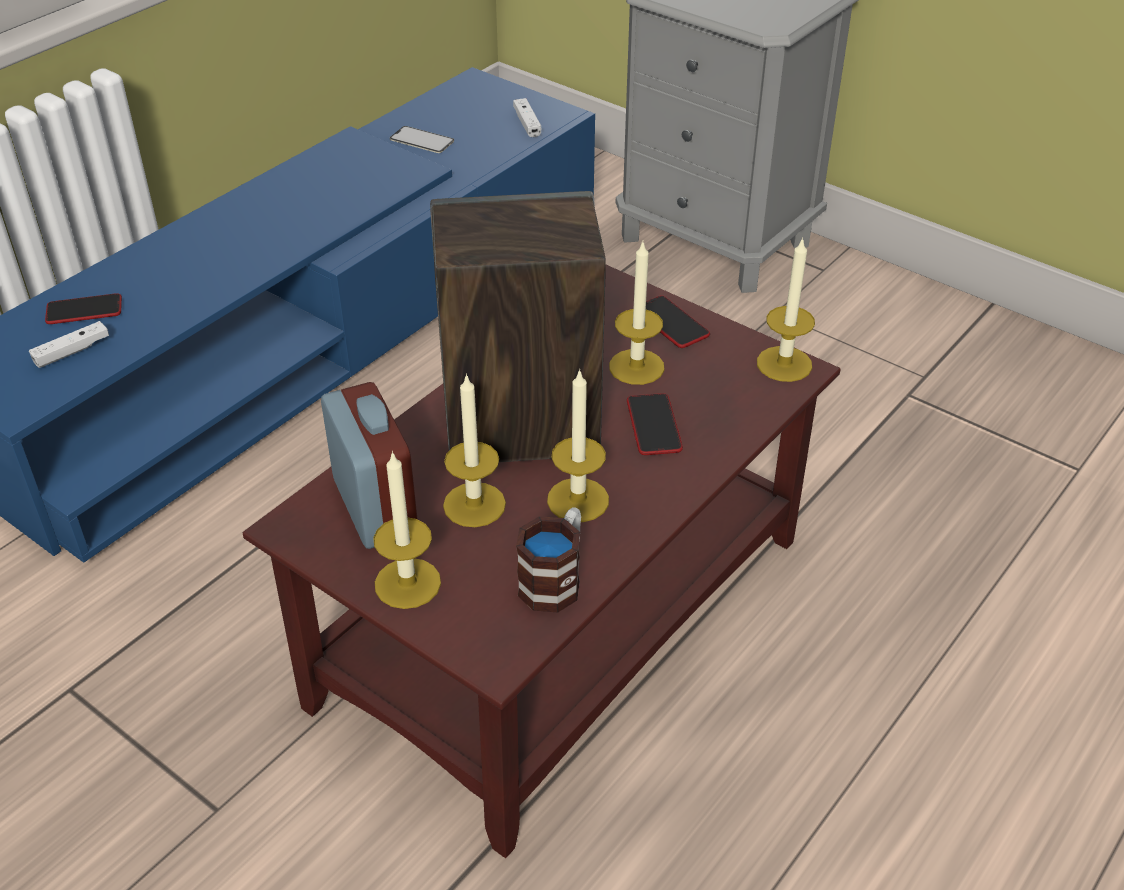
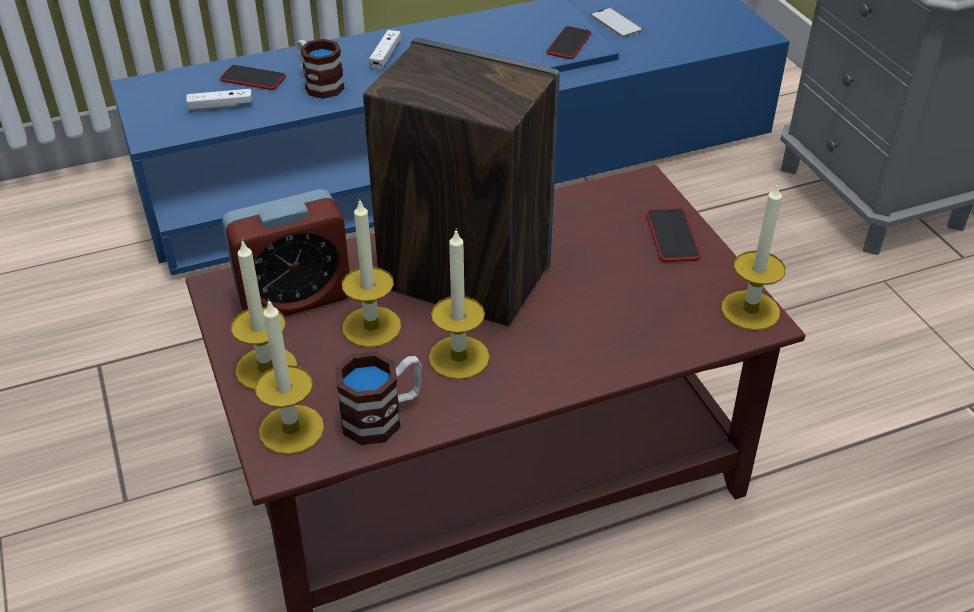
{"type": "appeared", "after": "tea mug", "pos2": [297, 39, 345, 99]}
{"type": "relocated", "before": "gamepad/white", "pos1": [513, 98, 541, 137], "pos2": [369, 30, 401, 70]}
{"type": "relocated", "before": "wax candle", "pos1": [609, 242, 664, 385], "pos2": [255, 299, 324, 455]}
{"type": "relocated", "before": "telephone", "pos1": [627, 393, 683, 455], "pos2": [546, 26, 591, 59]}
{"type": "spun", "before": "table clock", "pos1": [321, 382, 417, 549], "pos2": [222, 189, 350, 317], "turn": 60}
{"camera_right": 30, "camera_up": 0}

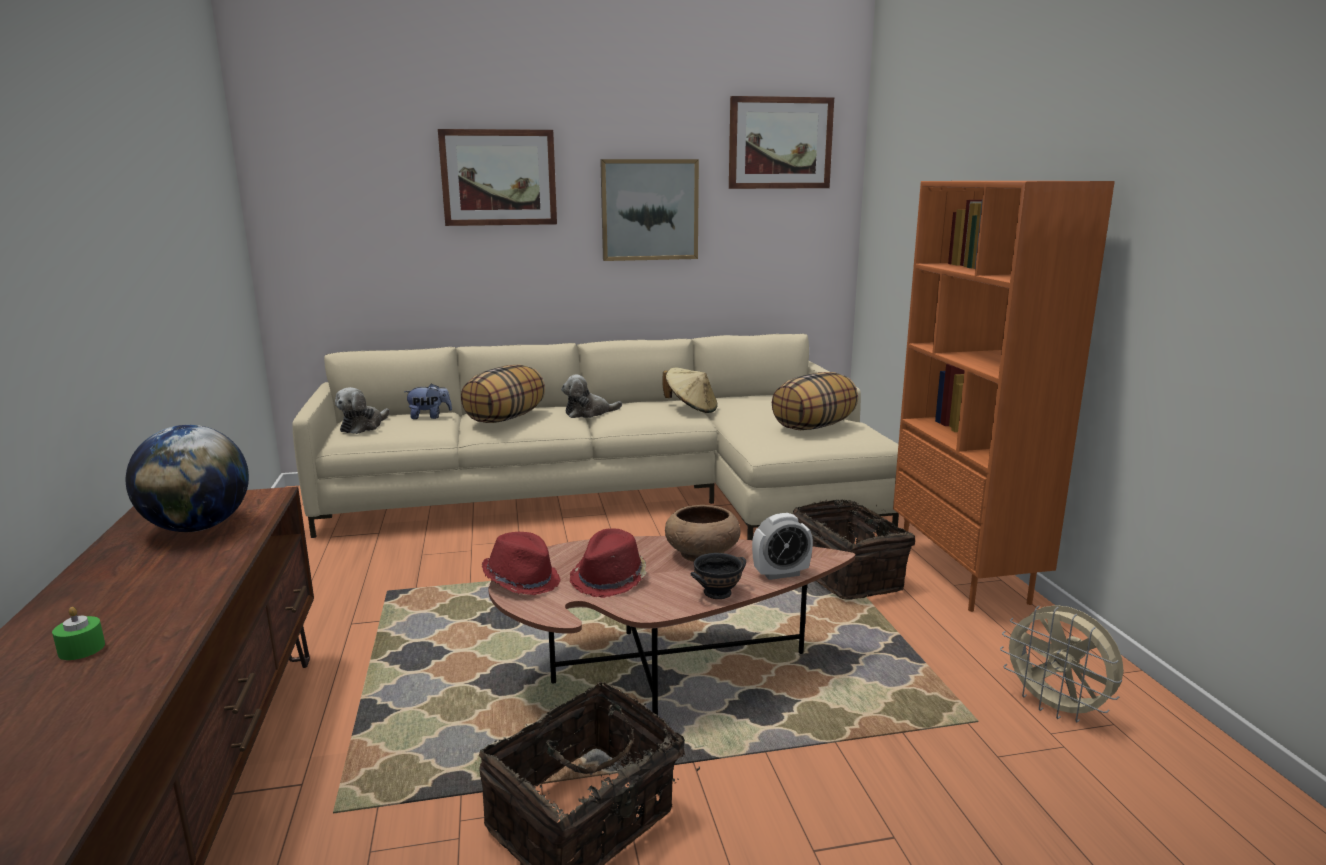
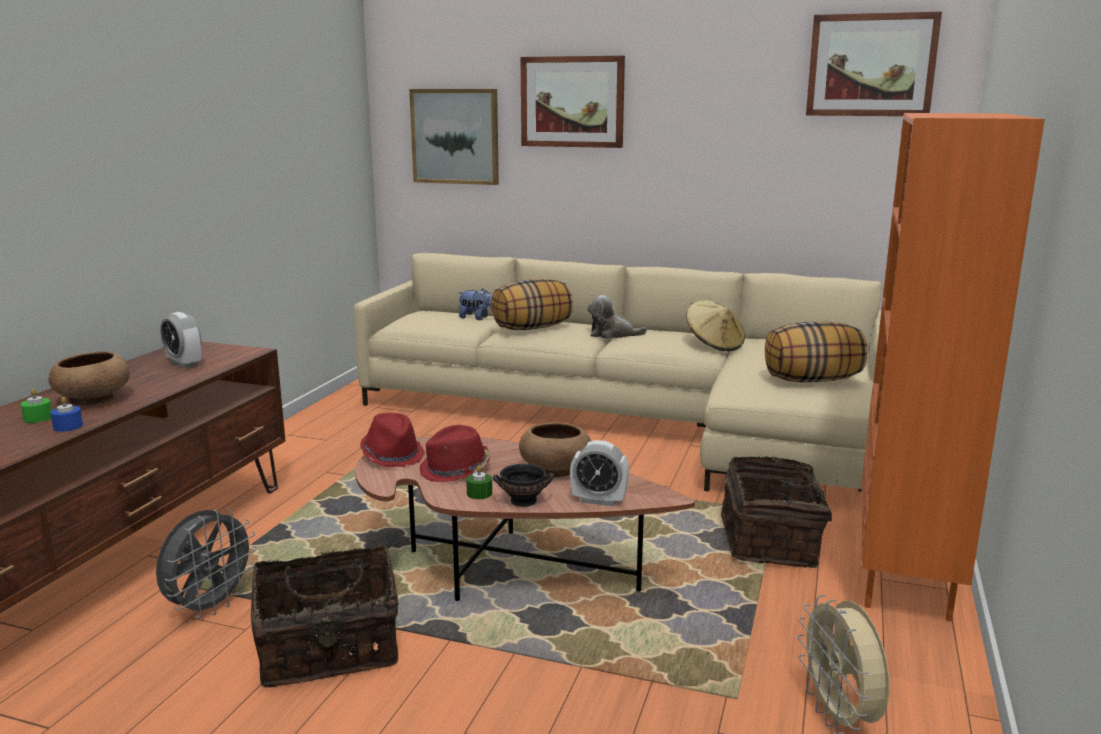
{"type": "missing", "before": "cuddly toy", "pos1": [335, 387, 390, 434]}
{"type": "appeared", "after": "bowl/brown", "pos2": [48, 351, 130, 406]}
{"type": "appeared", "after": "wax candle/blue-coloured", "pos2": [50, 397, 83, 432]}
{"type": "appeared", "after": "fan/grey", "pos2": [156, 508, 257, 618]}
{"type": "appeared", "after": "wax candle/green-coloured", "pos2": [466, 465, 492, 499]}
{"type": "relocated", "before": "wall picture", "pos1": [600, 159, 699, 261], "pos2": [409, 89, 499, 185]}
{"type": "exchanged", "before": "globe", "after": "table clock", "pos1": [126, 425, 249, 532], "pos2": [160, 312, 202, 368]}
{"camera_right": 30, "camera_up": 0}

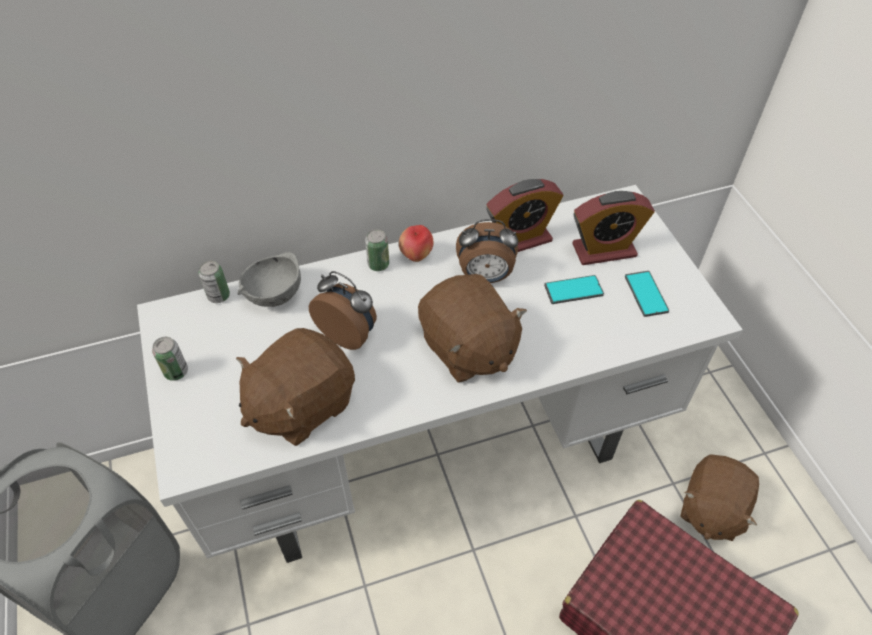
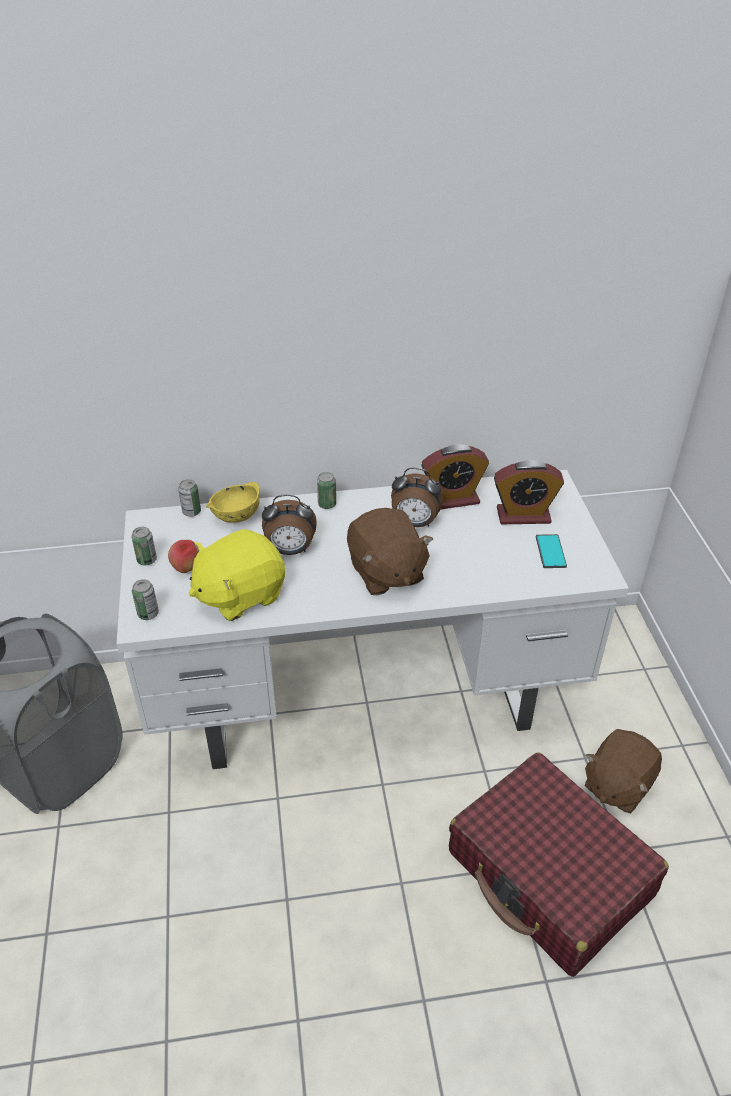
{"type": "missing", "before": "telephone", "pos1": [544, 275, 604, 304]}
{"type": "appeared", "after": "can", "pos2": [132, 579, 159, 620]}
{"type": "relocated", "before": "whole apple", "pos1": [399, 225, 434, 262], "pos2": [168, 540, 197, 573]}
{"type": "colour", "before": "cuddly toy/brown", "after": "cuddly toy/yellow", "pos1": [236, 328, 355, 446], "pos2": [189, 529, 285, 621]}
{"type": "colour", "before": "bowl/grey", "after": "bowl/yellow", "pos1": [238, 252, 301, 307], "pos2": [206, 482, 260, 523]}
{"type": "spun", "before": "table clock", "pos1": [309, 271, 377, 350], "pos2": [262, 495, 317, 555], "turn": 135}
{"camera_right": 10, "camera_up": -10}

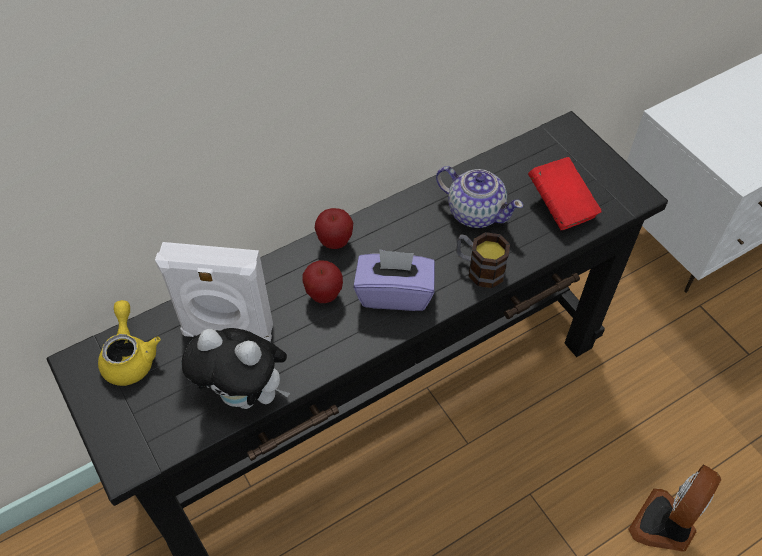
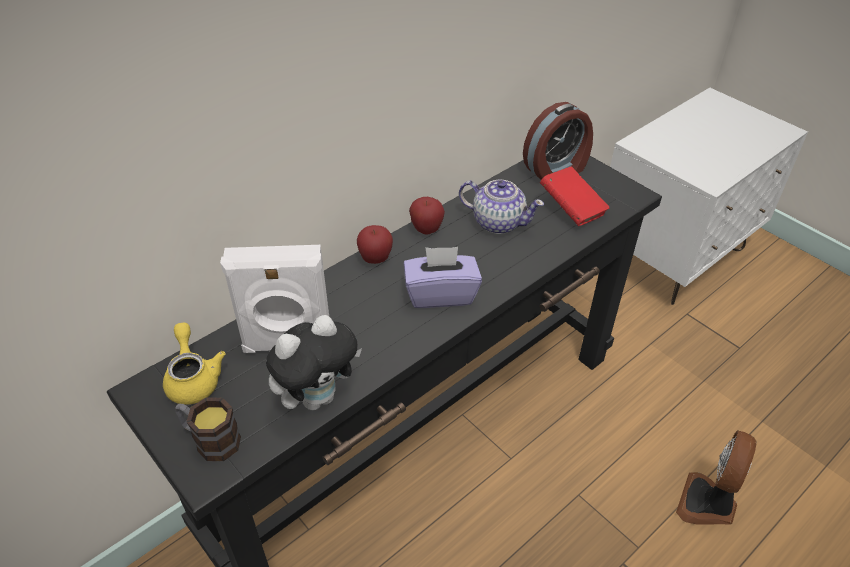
{"type": "appeared", "after": "table clock", "pos2": [523, 102, 593, 180]}
{"type": "relocated", "before": "whole apple", "pos1": [302, 260, 343, 303], "pos2": [409, 197, 445, 235]}
{"type": "relocated", "before": "tea mug", "pos1": [457, 232, 510, 288], "pos2": [175, 398, 241, 461]}
{"type": "spun", "before": "cuddly toy", "pos1": [181, 328, 290, 409], "pos2": [266, 315, 362, 410], "turn": -45}
{"camera_right": -10, "camera_up": -10}

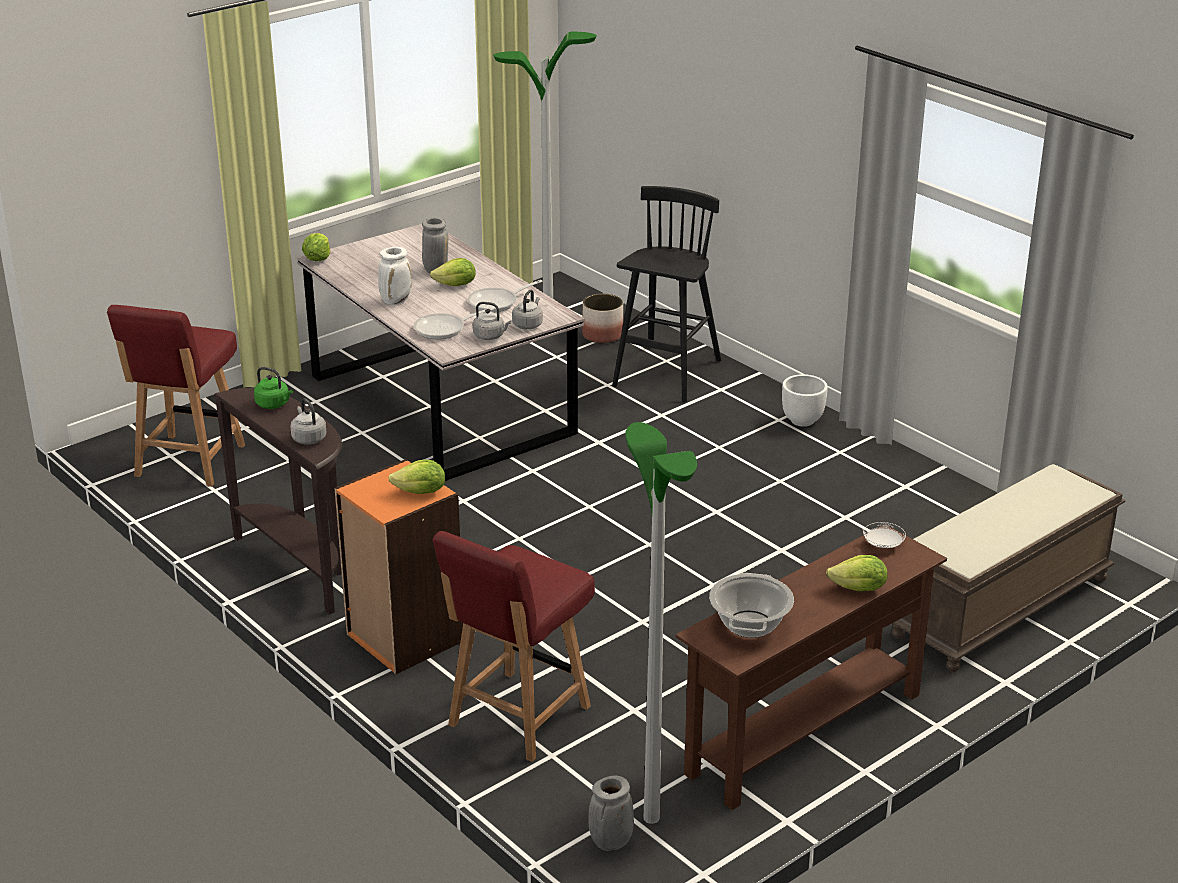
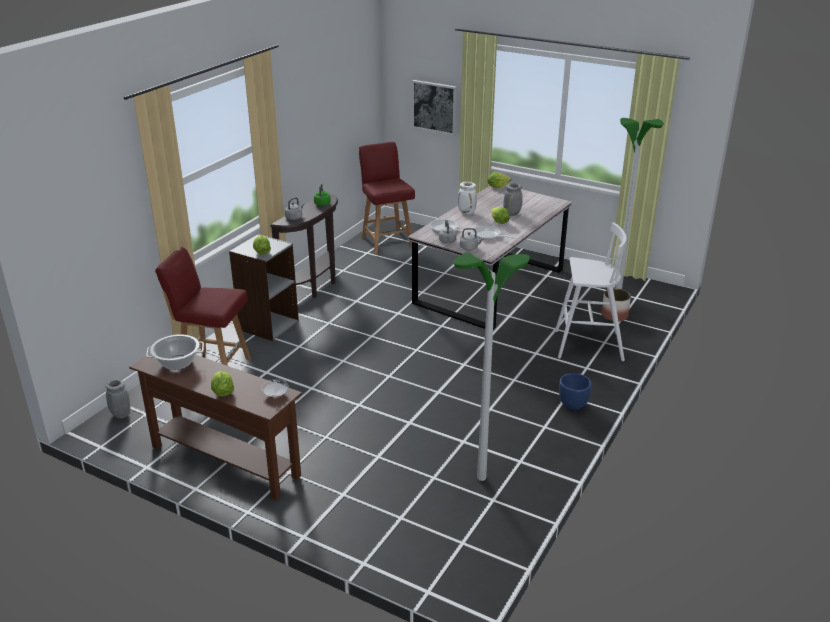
{"type": "missing", "before": "long seat/brown", "pos1": [892, 464, 1125, 672]}
{"type": "appeared", "after": "wall picture", "pos2": [412, 80, 457, 135]}
{"type": "relocated", "before": "floor lamp", "pos1": [625, 422, 697, 824], "pos2": [453, 253, 530, 481]}
{"type": "colour", "before": "shelving unit/orange-coloured", "after": "shelving unit/grey", "pos1": [334, 459, 463, 674], "pos2": [229, 234, 299, 341]}
{"type": "colour", "before": "stool/black-coloured", "after": "stool/white", "pos1": [612, 186, 721, 402], "pos2": [555, 222, 627, 361]}
{"type": "colour", "before": "planter/white", "after": "planter/blue-coloured", "pos1": [782, 374, 828, 427], "pos2": [559, 373, 592, 410]}
{"type": "spun", "before": "chair/red", "pos1": [107, 305, 245, 487], "pos2": [359, 142, 415, 254], "turn": 75}
{"camera_right": 70, "camera_up": 0}

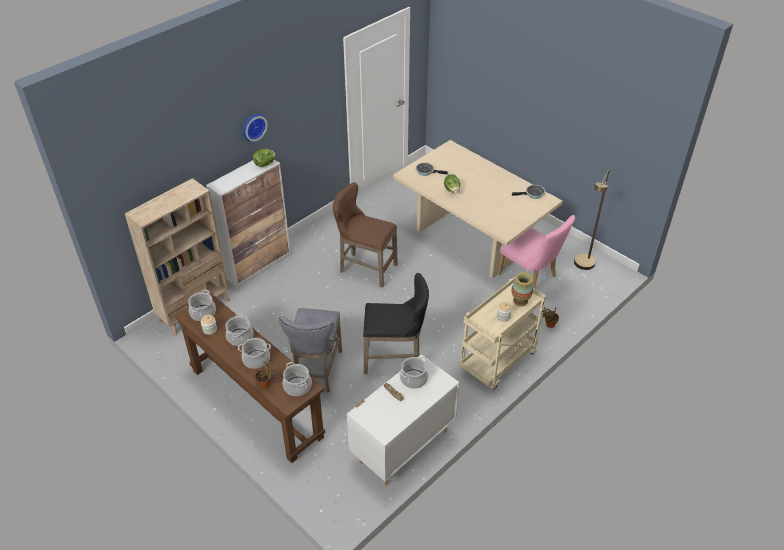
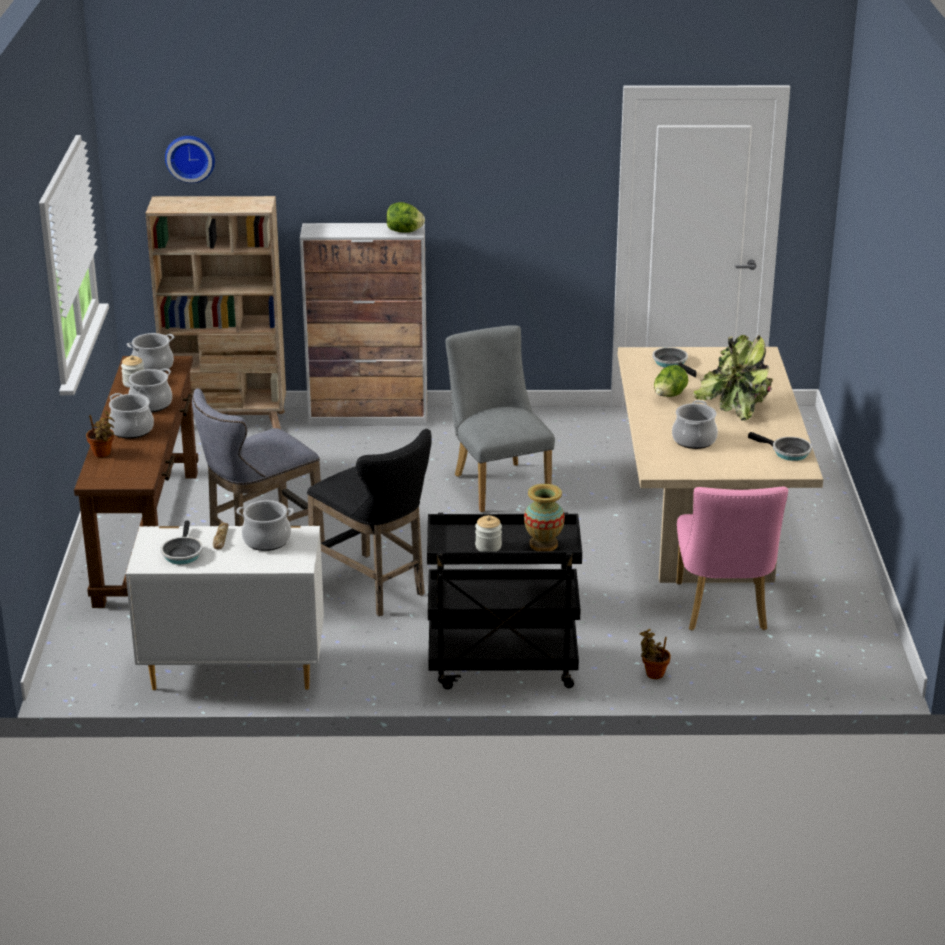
{"type": "missing", "before": "floor lamp/brown", "pos1": [574, 168, 610, 270]}
{"type": "appeared", "after": "skillet", "pos2": [160, 521, 203, 564]}
{"type": "appeared", "after": "plant in a pot", "pos2": [693, 335, 774, 421]}
{"type": "relocated", "before": "clock on the wall", "pos1": [243, 114, 268, 142], "pos2": [165, 136, 215, 183]}
{"type": "relocated", "before": "stockpot", "pos1": [283, 362, 312, 396], "pos2": [672, 400, 718, 449]}
{"type": "exchanged", "before": "stool/brown", "after": "chair/grey", "pos1": [333, 182, 398, 288], "pos2": [446, 325, 555, 512]}
{"type": "colour", "before": "cart/sand-coloured", "after": "cart/black-coloured", "pos1": [460, 277, 546, 390], "pos2": [427, 512, 582, 689]}
{"camera_right": 45, "camera_up": -15}

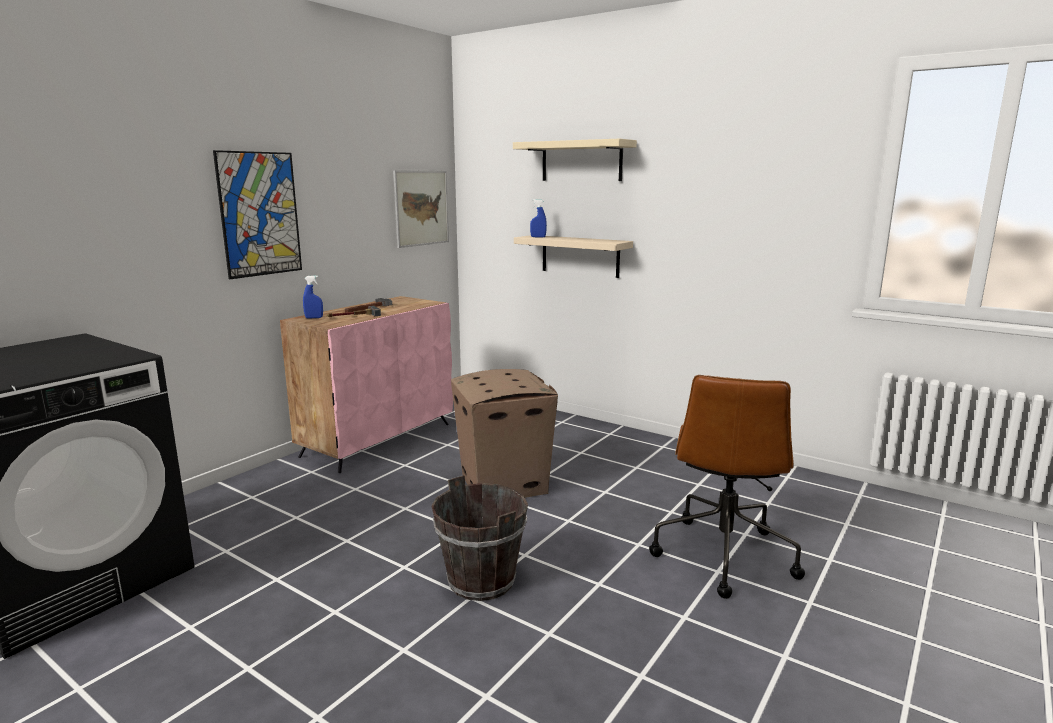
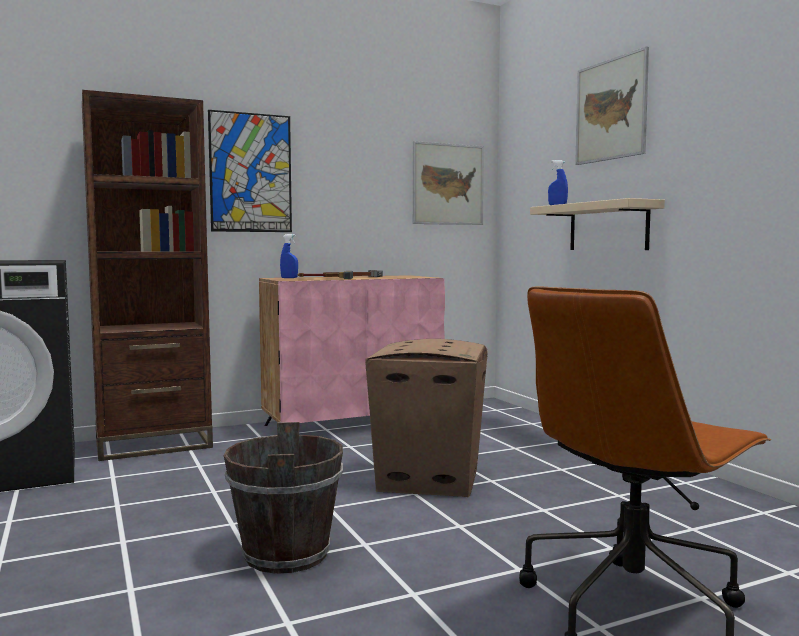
{"type": "appeared", "after": "shelving unit/brown", "pos2": [82, 90, 213, 461]}
{"type": "exchanged", "before": "shelf/sand-coloured", "after": "wall picture", "pos1": [513, 139, 637, 181], "pos2": [575, 46, 649, 165]}
{"camera_right": 30, "camera_up": -10}

